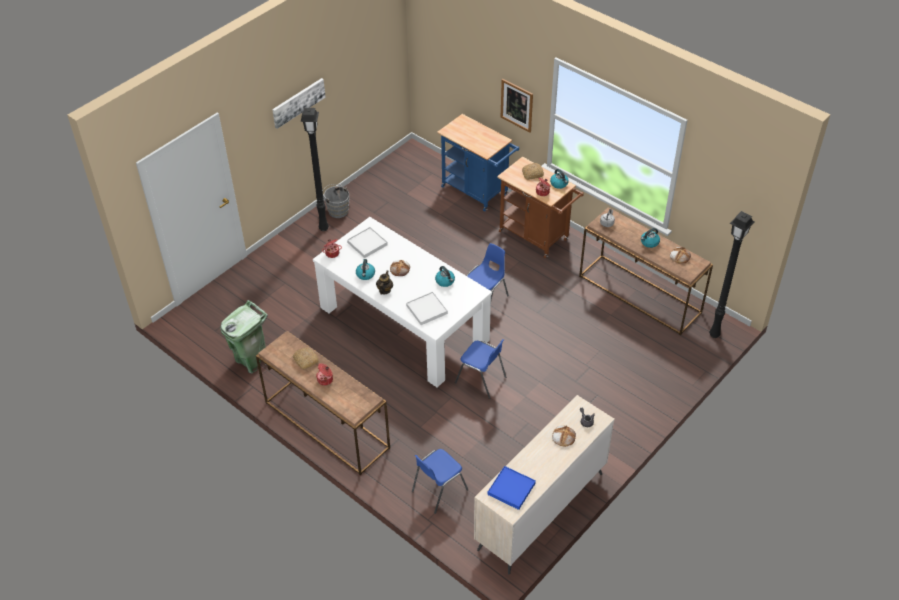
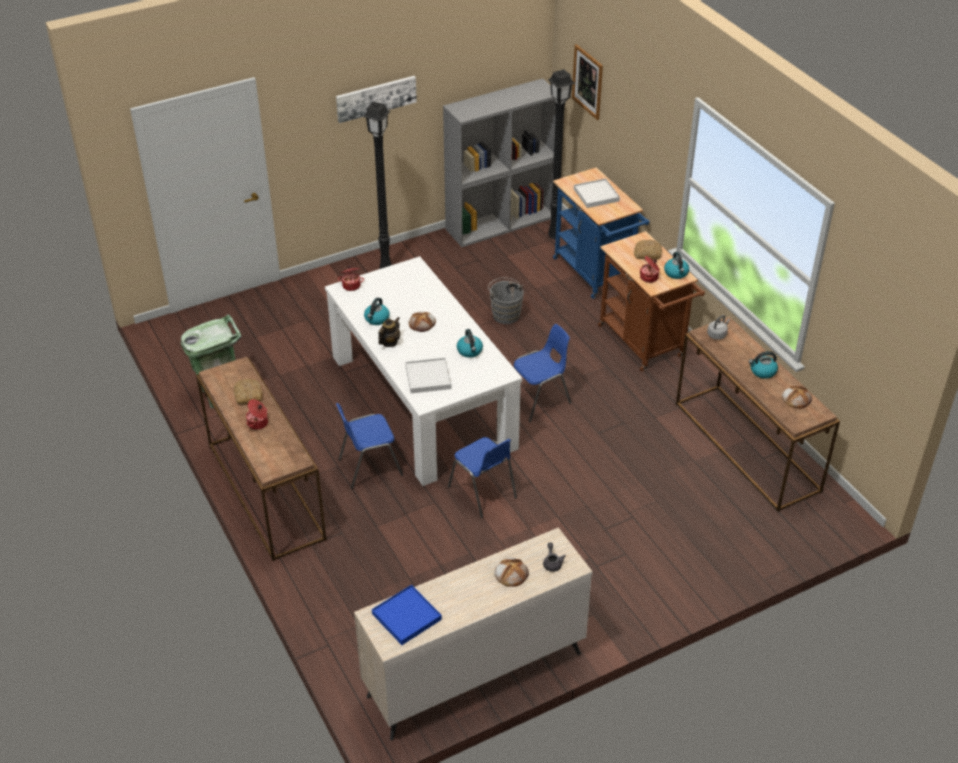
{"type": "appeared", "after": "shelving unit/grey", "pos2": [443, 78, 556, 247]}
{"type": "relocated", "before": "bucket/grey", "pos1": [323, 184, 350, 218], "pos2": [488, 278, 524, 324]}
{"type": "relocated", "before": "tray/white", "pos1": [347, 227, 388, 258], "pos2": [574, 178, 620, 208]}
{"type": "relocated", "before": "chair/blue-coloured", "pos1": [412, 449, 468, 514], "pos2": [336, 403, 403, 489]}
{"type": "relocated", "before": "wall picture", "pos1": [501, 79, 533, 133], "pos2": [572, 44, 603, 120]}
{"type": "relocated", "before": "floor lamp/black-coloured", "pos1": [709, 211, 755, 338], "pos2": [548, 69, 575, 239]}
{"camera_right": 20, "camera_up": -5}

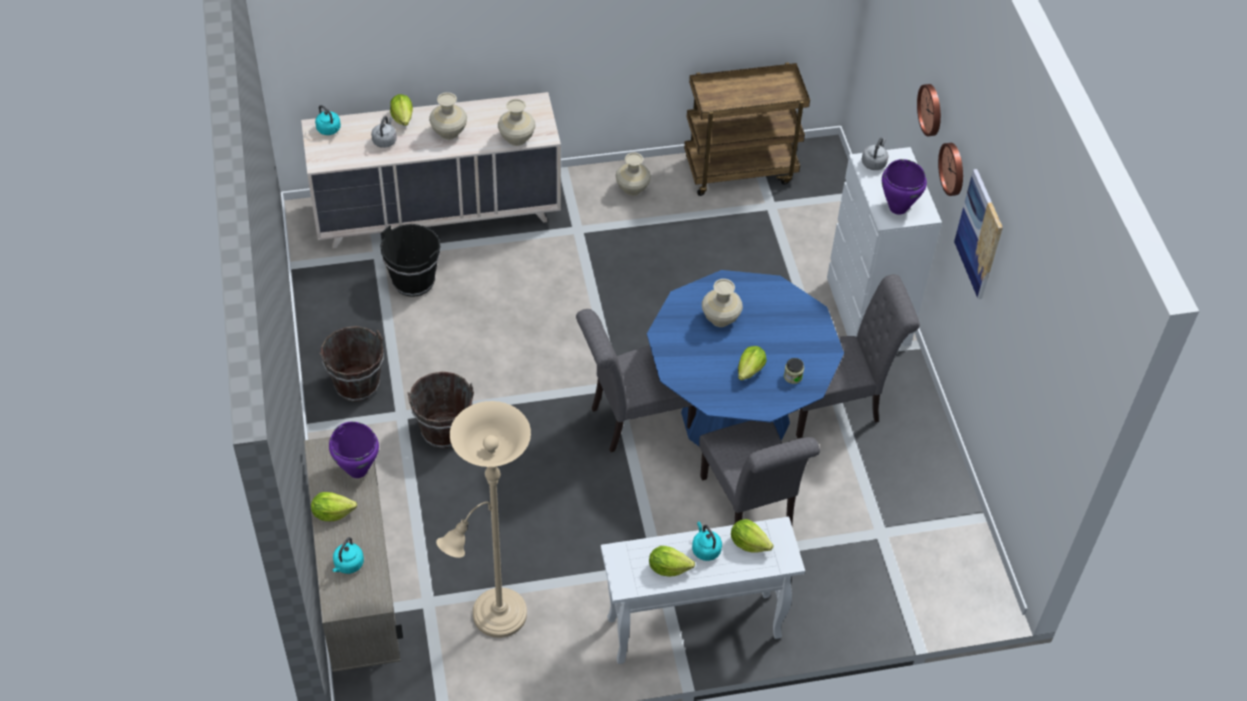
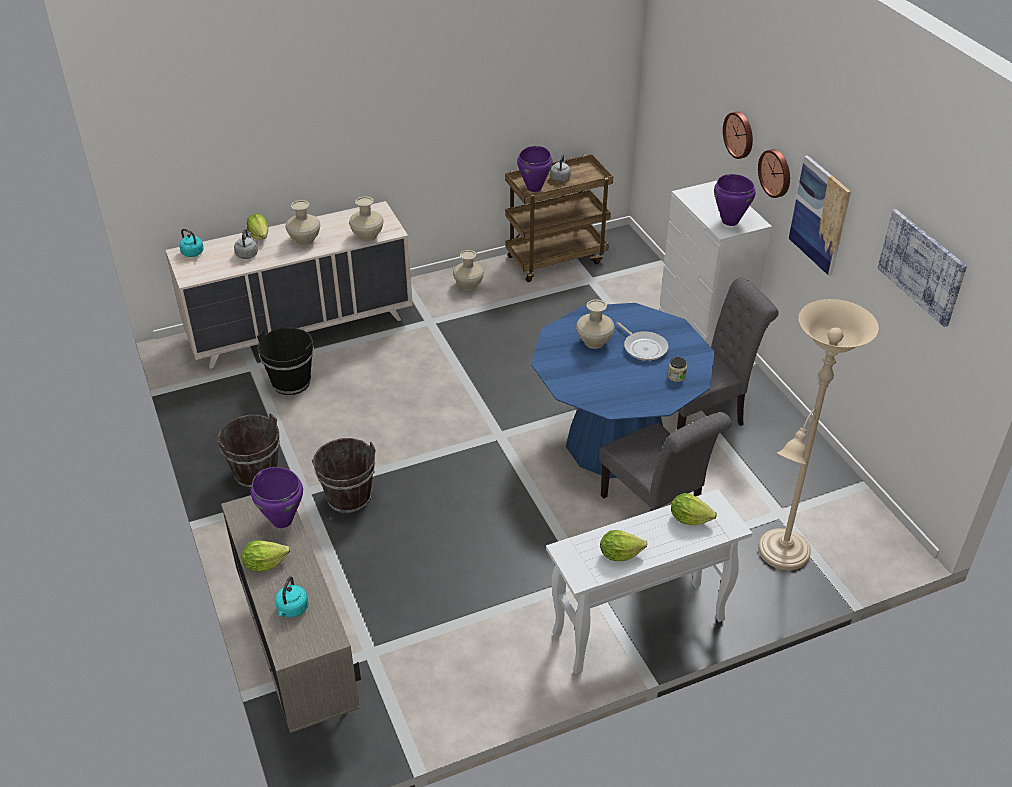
{"type": "missing", "before": "chair/grey", "pos1": [576, 309, 697, 452]}
{"type": "missing", "before": "kettle/blue-green", "pos1": [692, 521, 722, 561]}
{"type": "missing", "before": "head of lettuce", "pos1": [738, 346, 767, 381]}
{"type": "appeared", "after": "stockpot/purplish", "pos2": [517, 146, 553, 192]}
{"type": "appeared", "after": "skillet", "pos2": [616, 322, 668, 361]}
{"type": "appeared", "after": "wall picture", "pos2": [877, 209, 967, 327]}
{"type": "relocated", "before": "floor lamp/sand-coloured", "pos1": [436, 401, 531, 638], "pos2": [758, 299, 879, 570]}
{"type": "relocated", "before": "kettle/grey", "pos1": [861, 138, 889, 170], "pos2": [550, 154, 571, 182]}
{"camera_right": -10, "camera_up": -10}

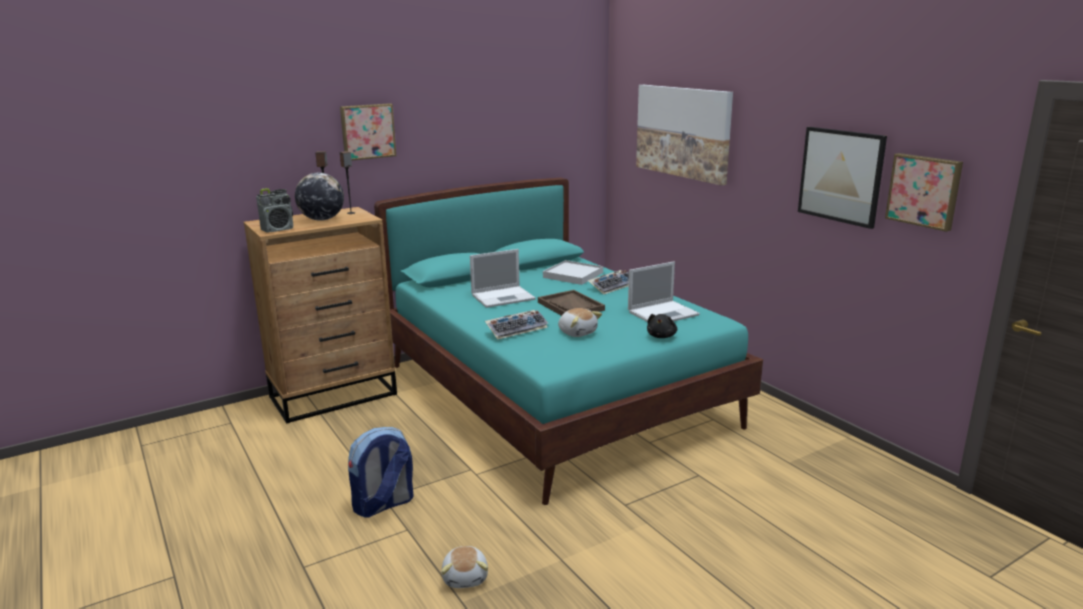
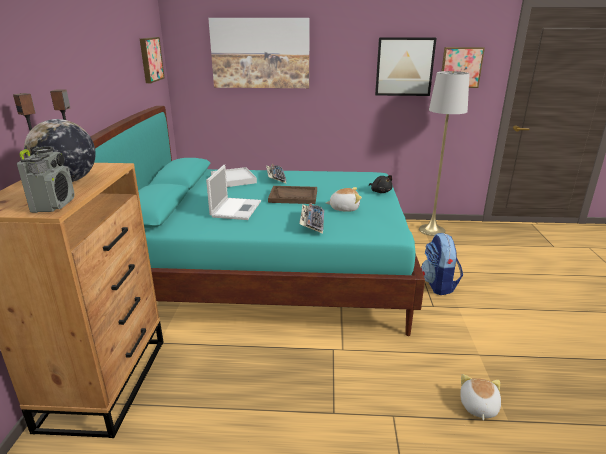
{"type": "missing", "before": "laptop", "pos1": [628, 261, 700, 322]}
{"type": "appeared", "after": "floor lamp/grey", "pos2": [419, 71, 470, 236]}
{"type": "relocated", "before": "wall picture", "pos1": [340, 103, 396, 161], "pos2": [140, 37, 164, 83]}
{"type": "relocated", "before": "backpack", "pos1": [348, 427, 414, 518], "pos2": [421, 233, 463, 295]}
{"type": "spun", "before": "cuddly toy", "pos1": [441, 546, 488, 588], "pos2": [460, 374, 501, 420], "turn": -105}
{"camera_right": -55, "camera_up": 5}

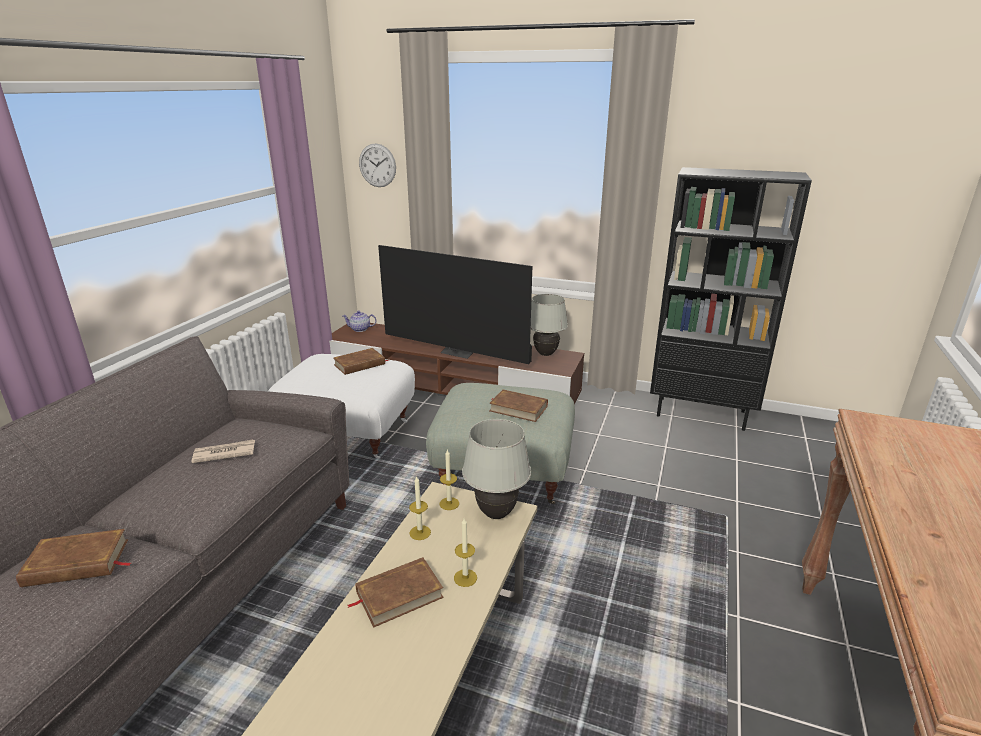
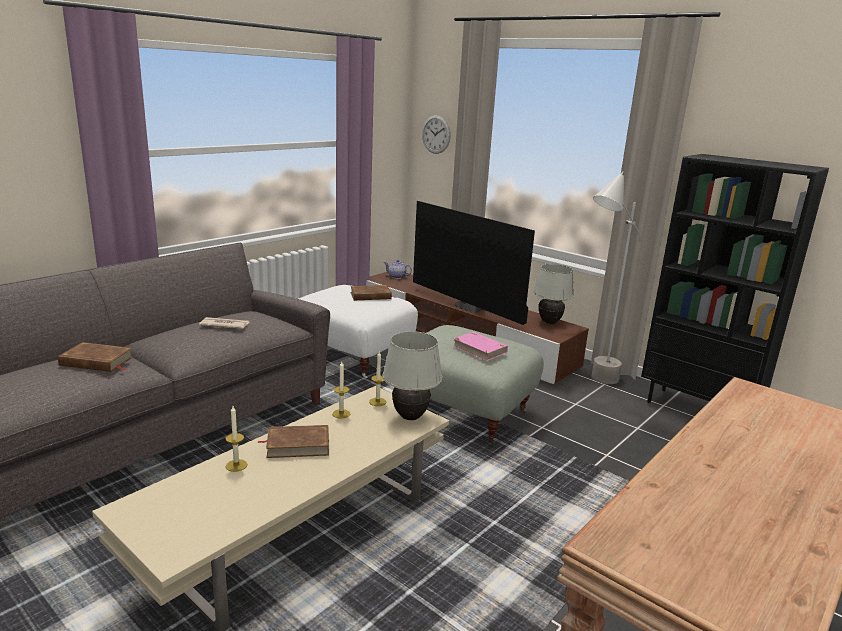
{"type": "appeared", "after": "floor lamp/grey", "pos2": [591, 171, 640, 384]}
{"type": "relocated", "before": "wax candle", "pos1": [454, 518, 477, 587], "pos2": [225, 406, 247, 472]}
{"type": "colour", "before": "book/brown", "after": "book/pink", "pos1": [489, 389, 548, 422], "pos2": [453, 332, 508, 361]}
{"camera_right": 20, "camera_up": -5}

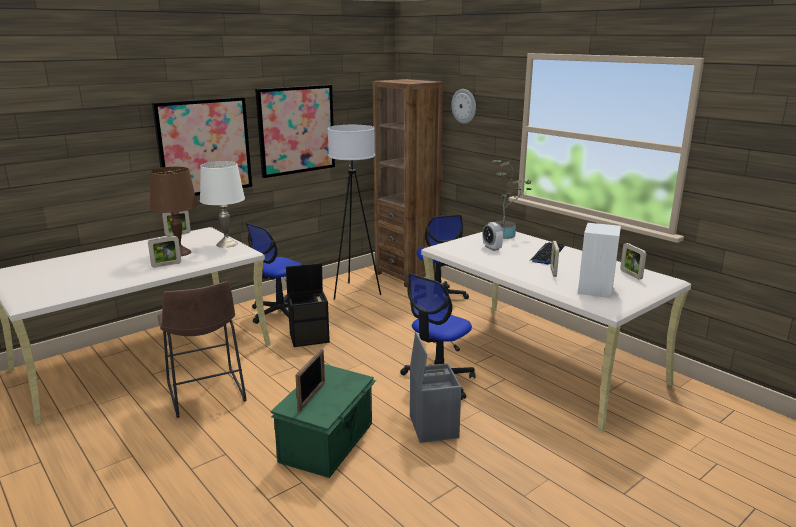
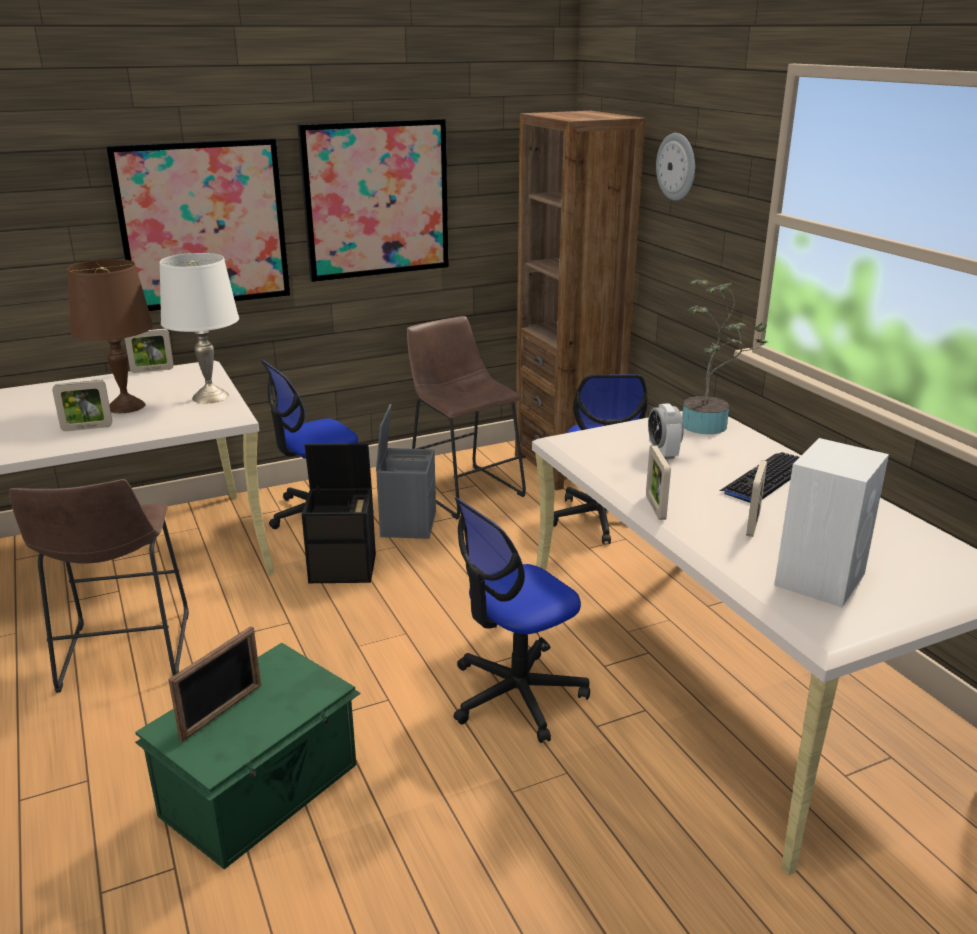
{"type": "relocated", "before": "storage container/grey", "pos1": [410, 332, 461, 443], "pos2": [376, 404, 436, 539]}
{"type": "relocated", "before": "picture frame", "pos1": [620, 243, 646, 280], "pos2": [646, 445, 671, 520]}
{"type": "exchanged", "before": "floor lamp/white", "after": "stool/brown", "pos1": [327, 125, 381, 300], "pos2": [407, 316, 526, 519]}
{"camera_right": 15, "camera_up": 5}

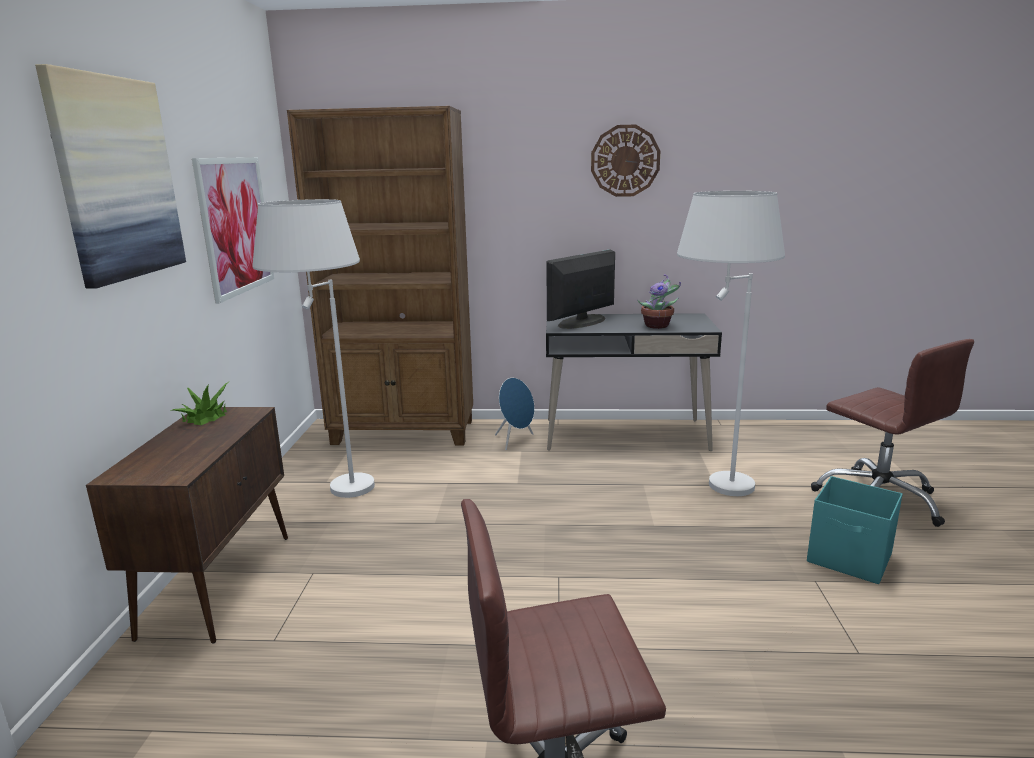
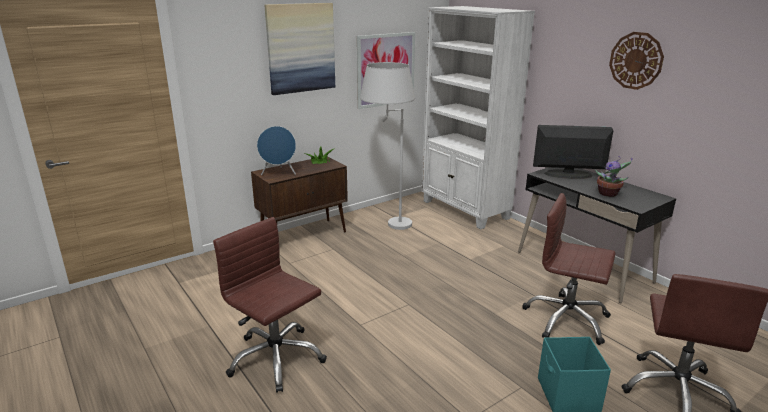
{"type": "relocated", "before": "speaker/blue-coloured", "pos1": [495, 378, 535, 450], "pos2": [257, 126, 296, 175]}
{"type": "exchanged", "before": "floor lamp/white", "after": "desk chair/brown", "pos1": [677, 191, 785, 496], "pos2": [522, 193, 615, 345]}
{"type": "colour", "before": "shelving unit/brown", "after": "shelving unit/white", "pos1": [287, 106, 473, 446], "pos2": [422, 6, 535, 229]}
{"camera_right": 50, "camera_up": 5}

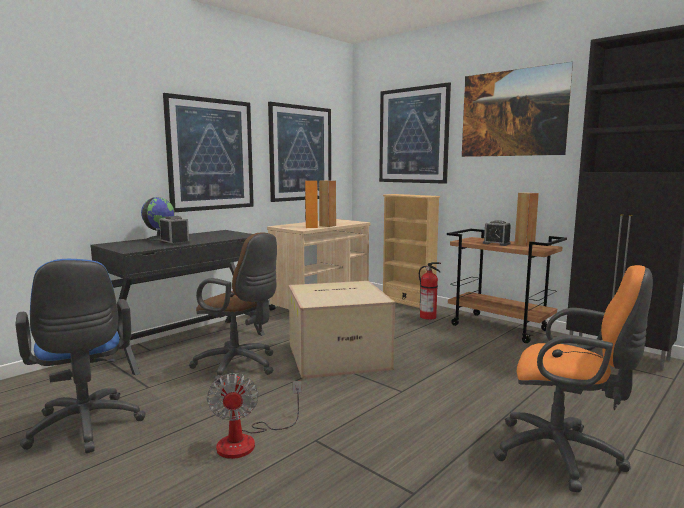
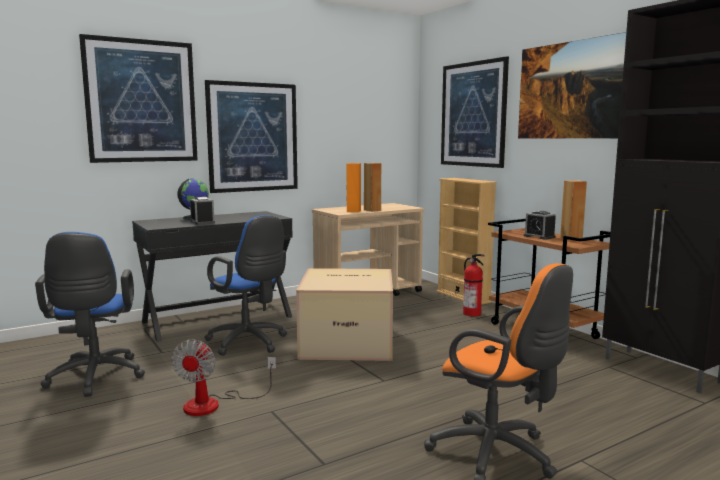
{"type": "relocated", "before": "wall picture", "pos1": [268, 102, 331, 202], "pos2": [79, 34, 198, 163]}
{"type": "colour", "before": "desk chair/brown", "after": "desk chair/blue-coloured", "pos1": [189, 233, 277, 382], "pos2": [204, 215, 287, 356]}
{"camera_right": 15, "camera_up": 0}

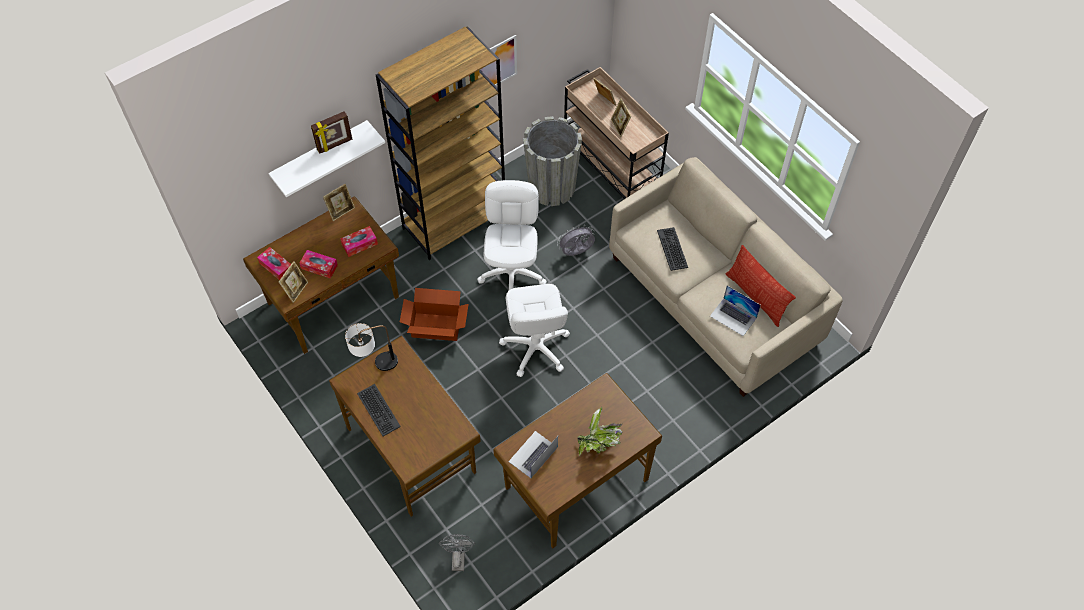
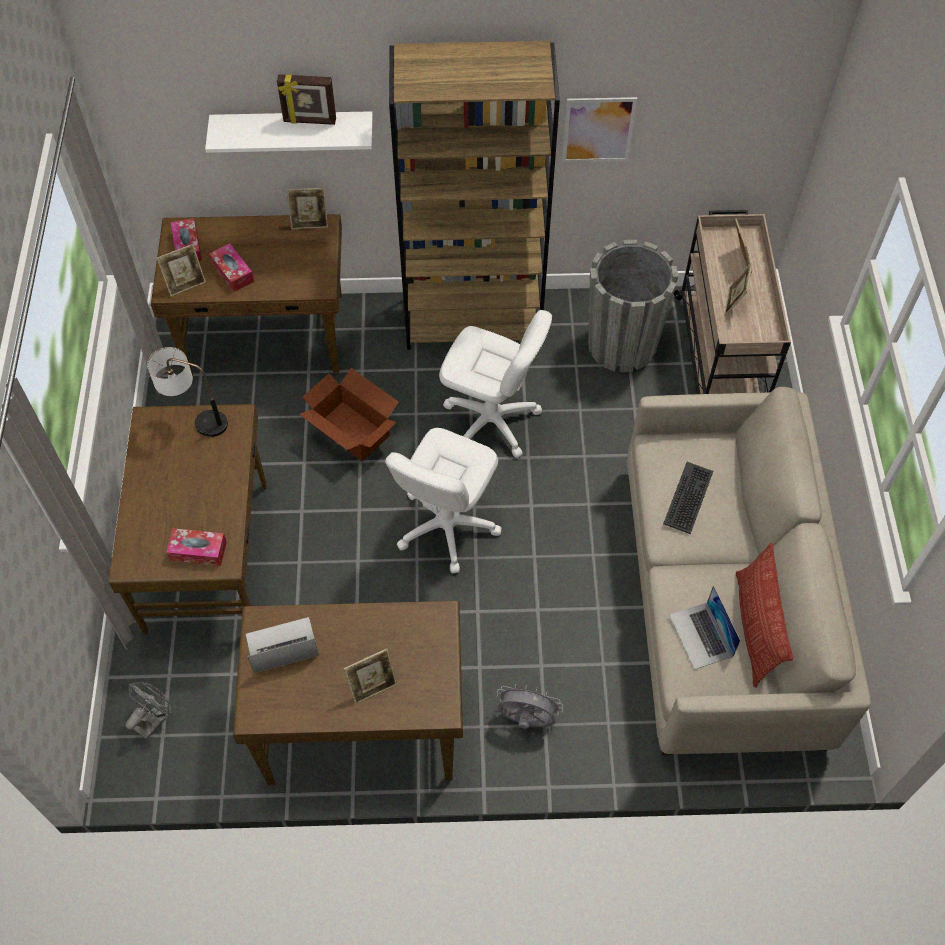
{"type": "missing", "before": "keyboard", "pos1": [357, 384, 401, 436]}
{"type": "relocated", "before": "tissue box", "pos1": [340, 226, 378, 257], "pos2": [166, 528, 227, 566]}
{"type": "relocated", "before": "fan/grey", "pos1": [557, 224, 595, 256], "pos2": [497, 684, 563, 729]}
{"type": "exchanged", "before": "plant in a pot", "after": "picture frame", "pos1": [577, 407, 622, 456], "pos2": [344, 648, 397, 704]}
{"type": "spun", "before": "desk chair/white", "pos1": [477, 180, 547, 290], "pos2": [439, 310, 552, 458], "turn": 75}
{"camera_right": 35, "camera_up": 0}

